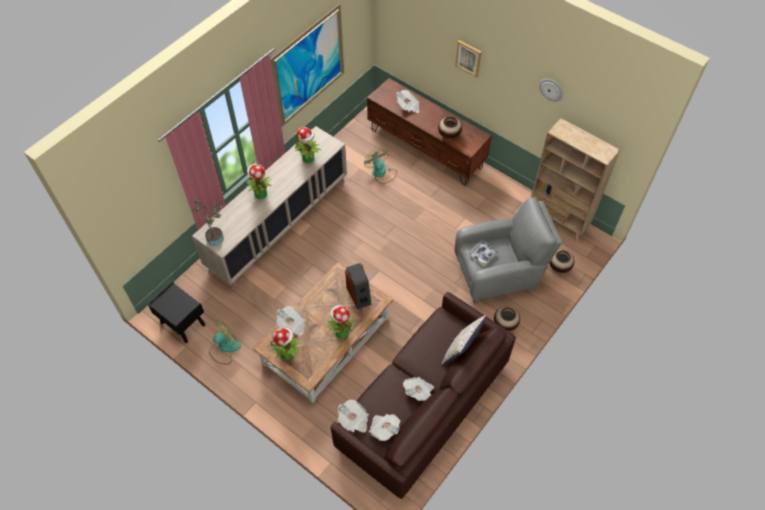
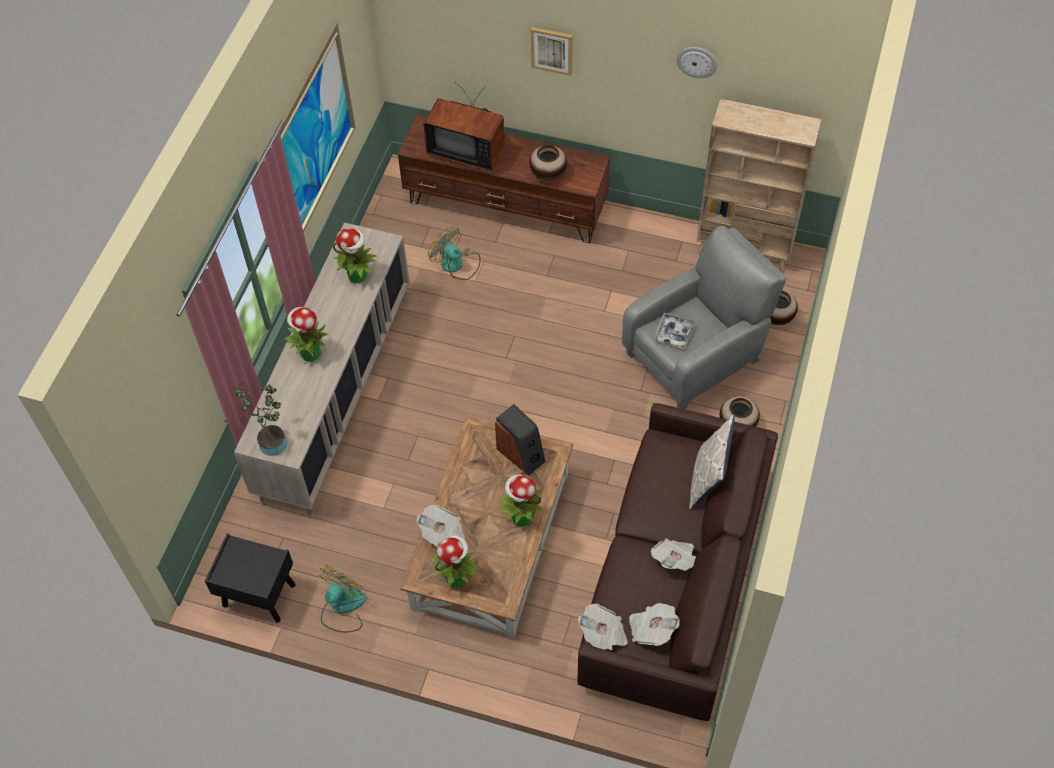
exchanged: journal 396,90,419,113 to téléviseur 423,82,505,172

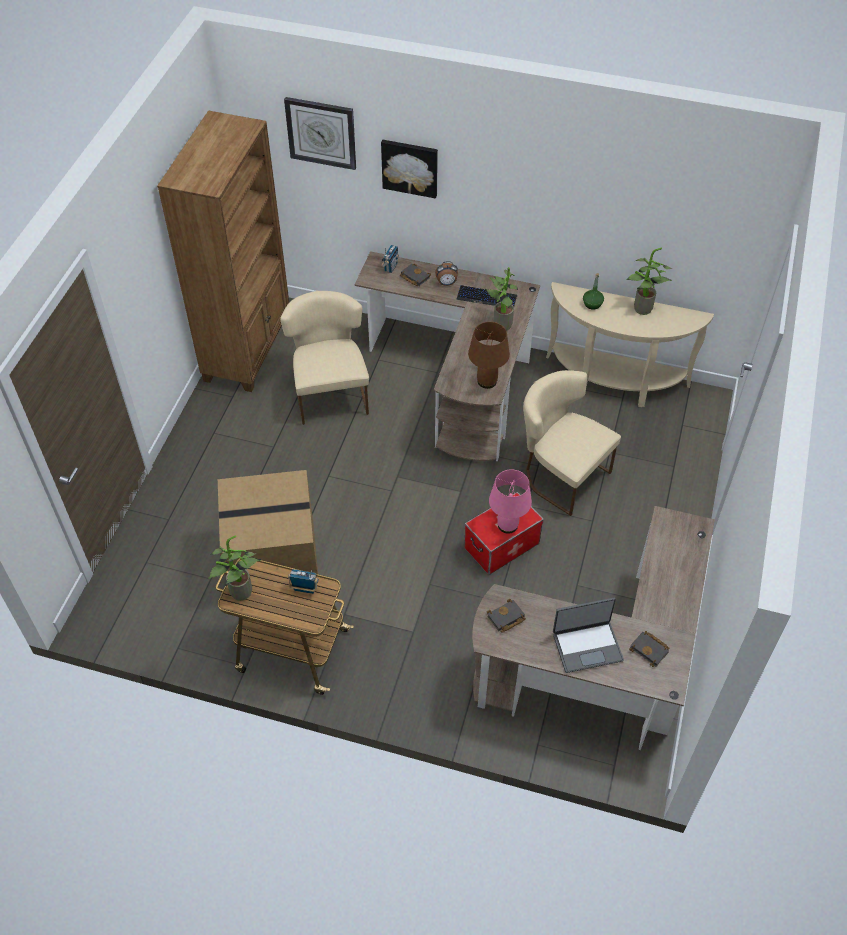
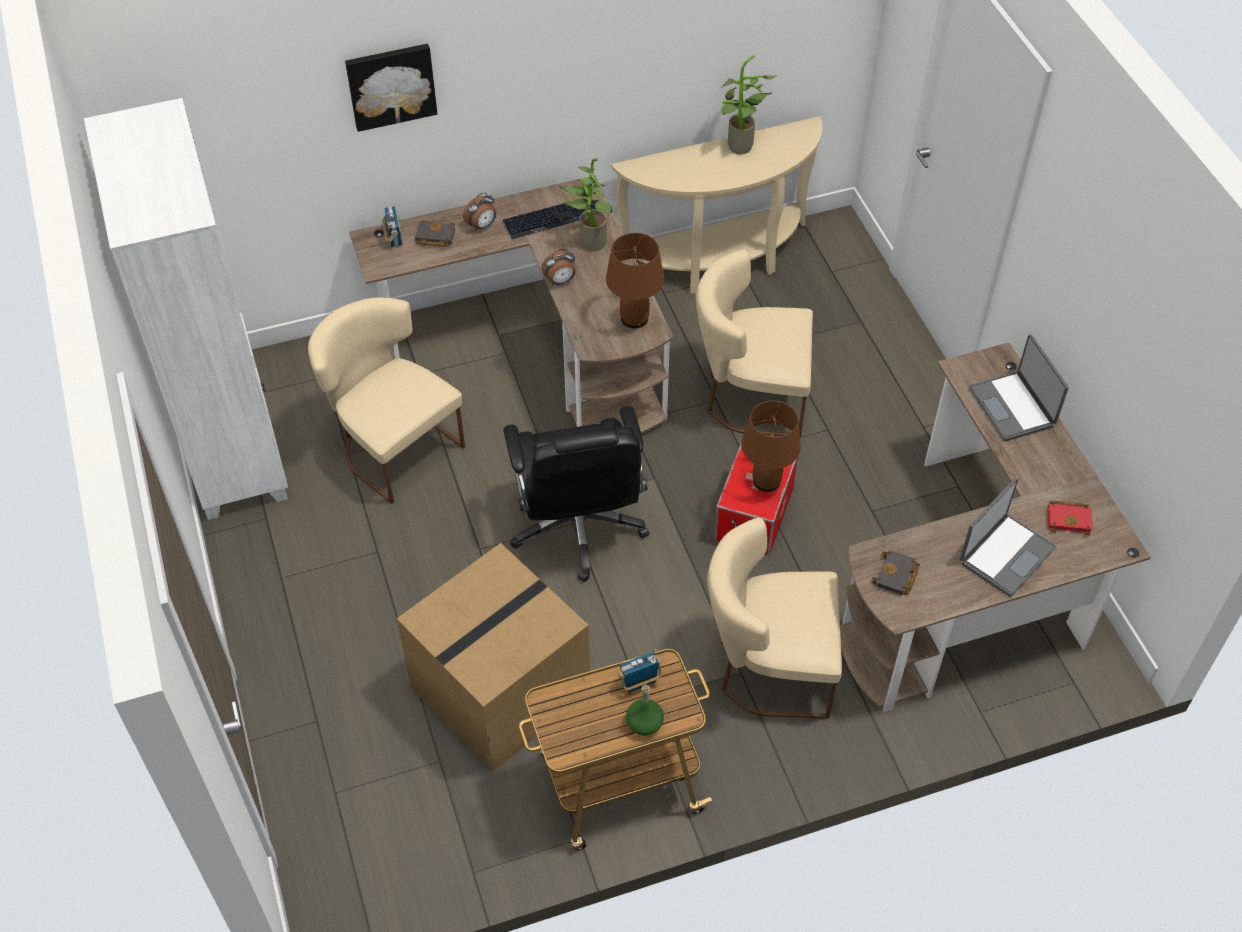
missing: horloge murale 284,97,356,170; plante en pot 209,535,261,601
appeared: réveil 541,249,576,285; ordinateur portable 969,334,1069,441; chaise de bureau [noir] 503,406,649,582; chaise [beige] 707,517,842,718
relocated: bouteille [vert] 583,273,604,310 to 626,685,664,736
colour: bibliothèque [marron] 157,110,289,392 to bibliothèque [blanc] 84,98,288,520; lampe de table [rose] 489,469,532,534 to lampe de table [marron] 741,401,801,492; livre [noir] 629,631,670,667 to livre [rouge] 1047,501,1093,536

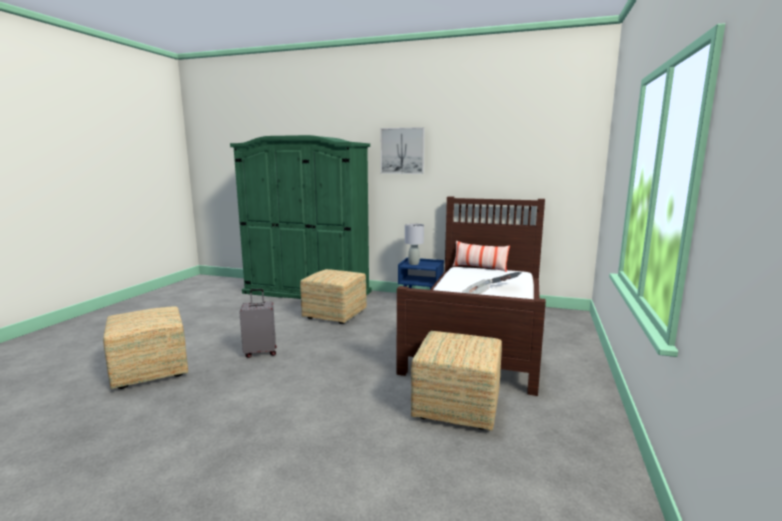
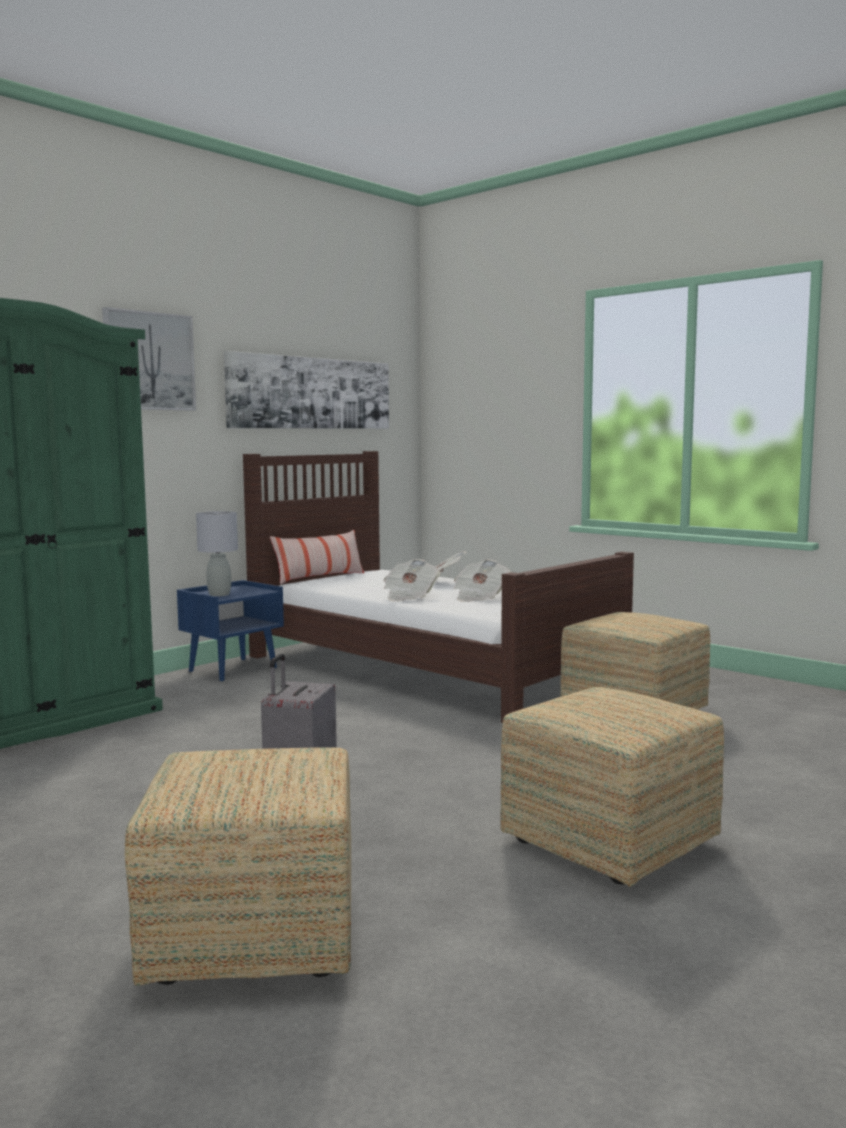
appeared: tableau 224,351,389,429; journal 384,559,440,602
relocated: pouf 300,269,366,324 to 500,687,724,887

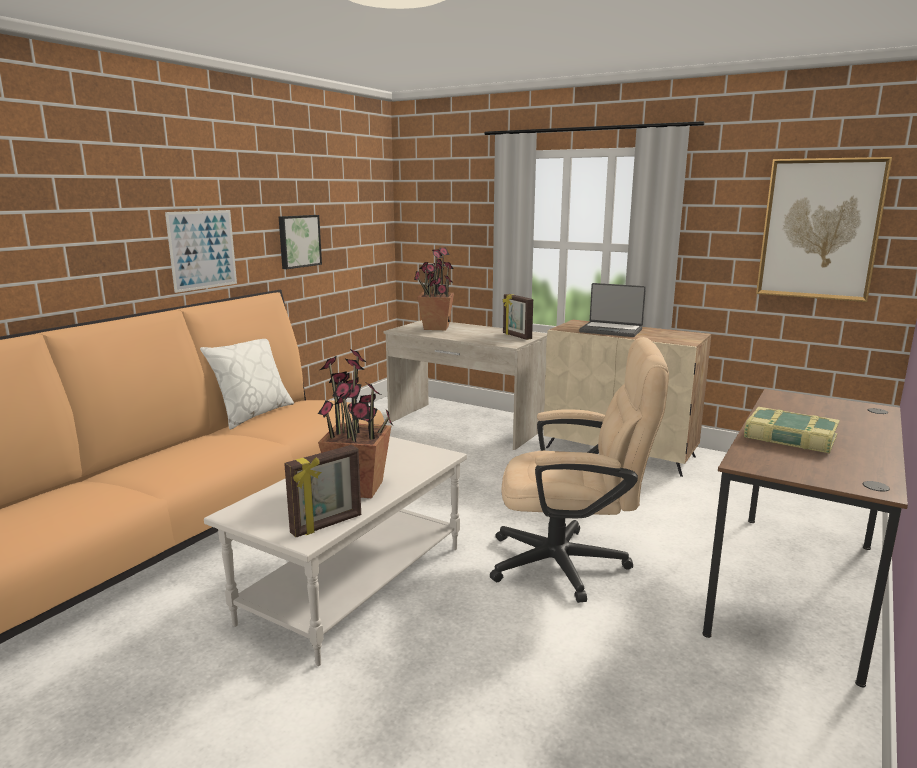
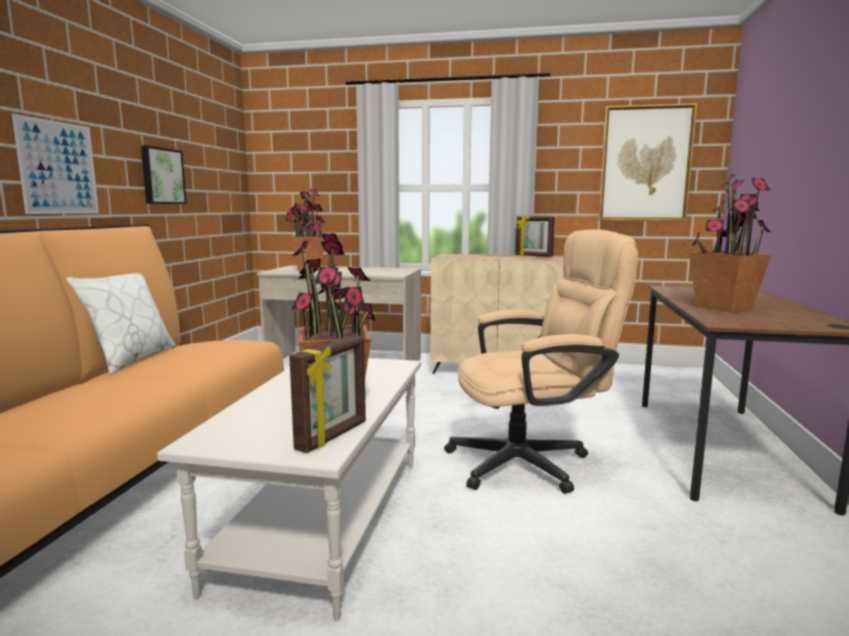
missing: ordinateur portable 579,283,646,337
relocated: cadre photo 503,294,533,340 to 516,215,555,257
exchanged: livre 744,407,840,454 to plante en pot 689,174,772,312

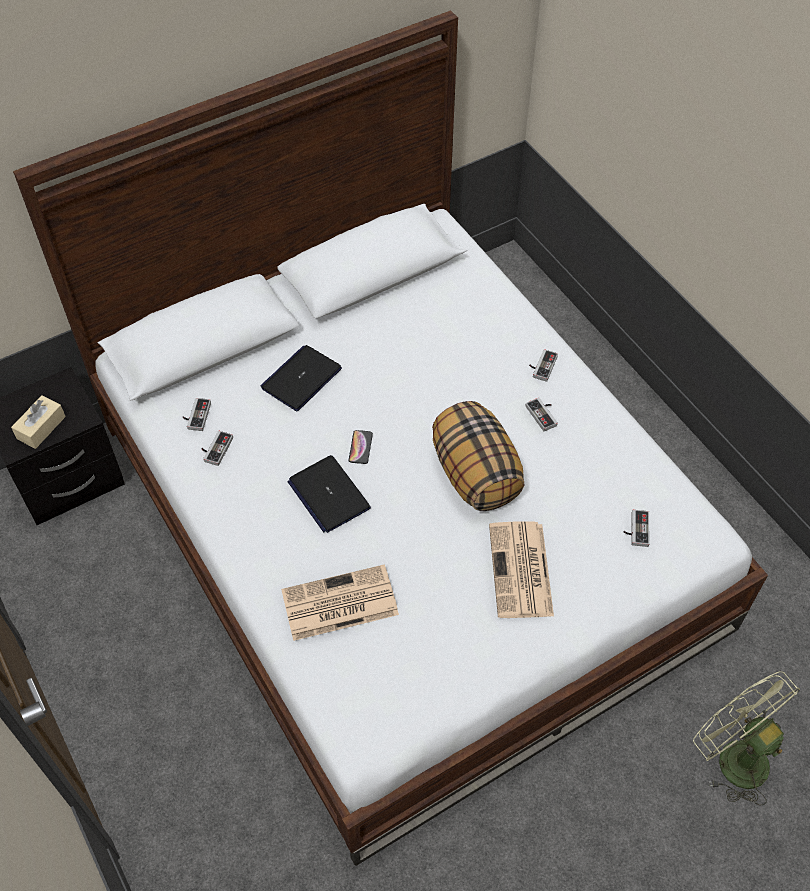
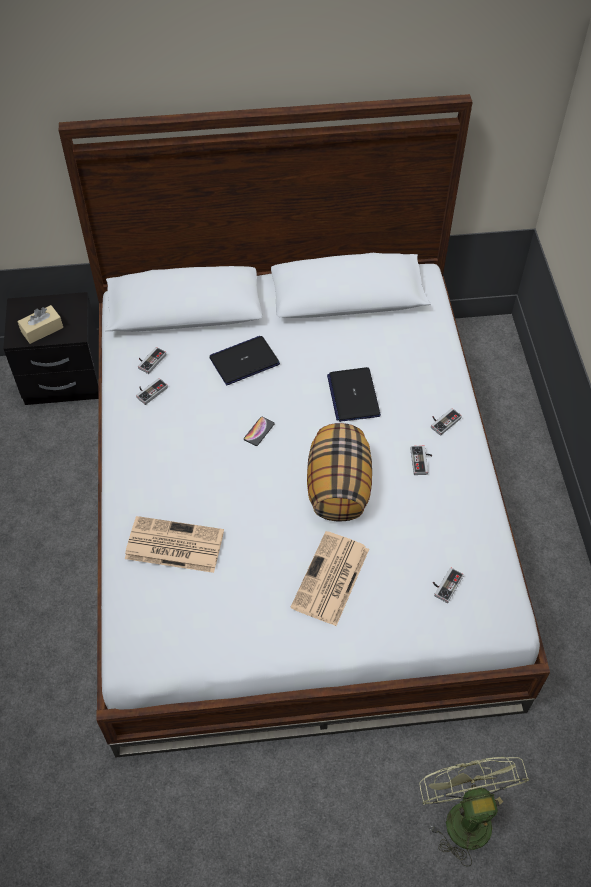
relocated: ordinateur portable 288,455,371,533 to 327,367,381,422

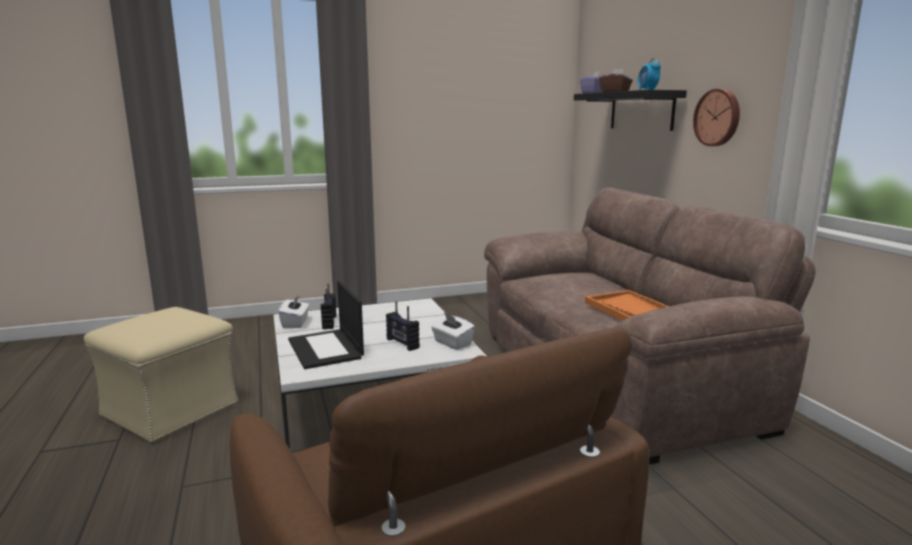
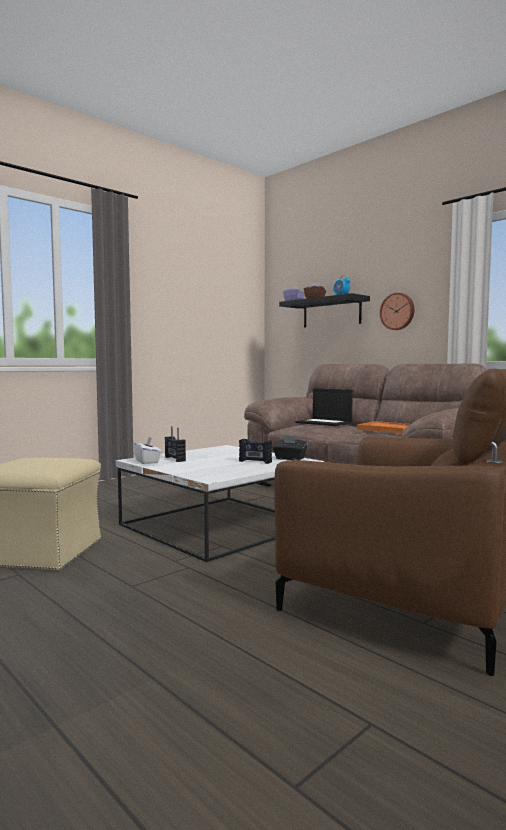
relocated: ordinateur portable 288,281,364,369 to 295,388,353,426
colour: boîte à mouchoirs [blanc] 431,313,475,350 to boîte à mouchoirs [noir] 273,435,308,460

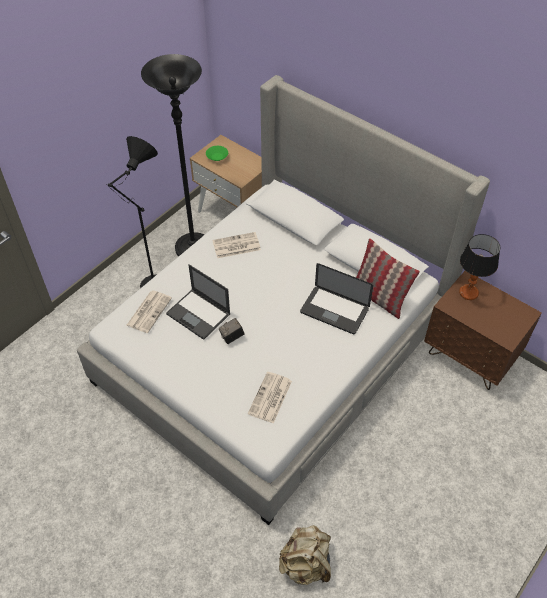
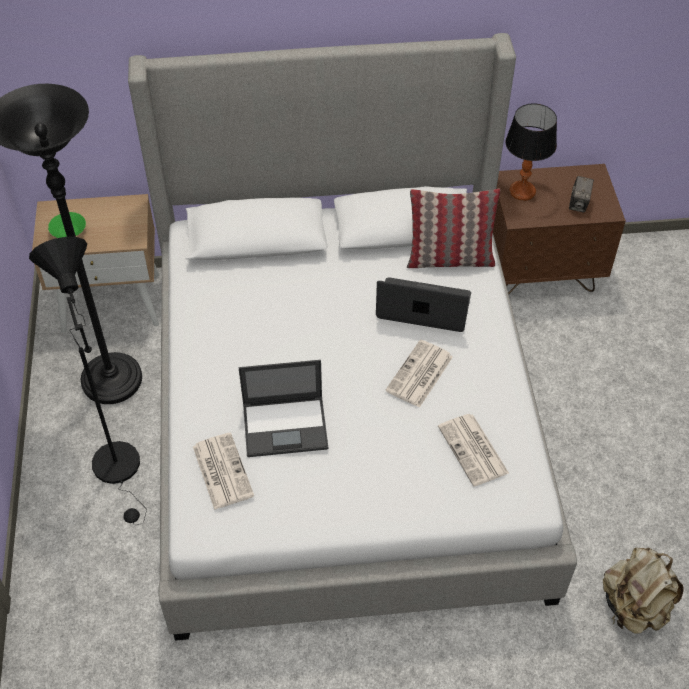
relocated: journal 212,232,261,258 to 385,340,453,408; appareil photo 219,318,245,344 to 569,176,594,213
spun: ordinateur portable 300,263,373,334 = 376,277,471,332 150 degrees counterclockwise

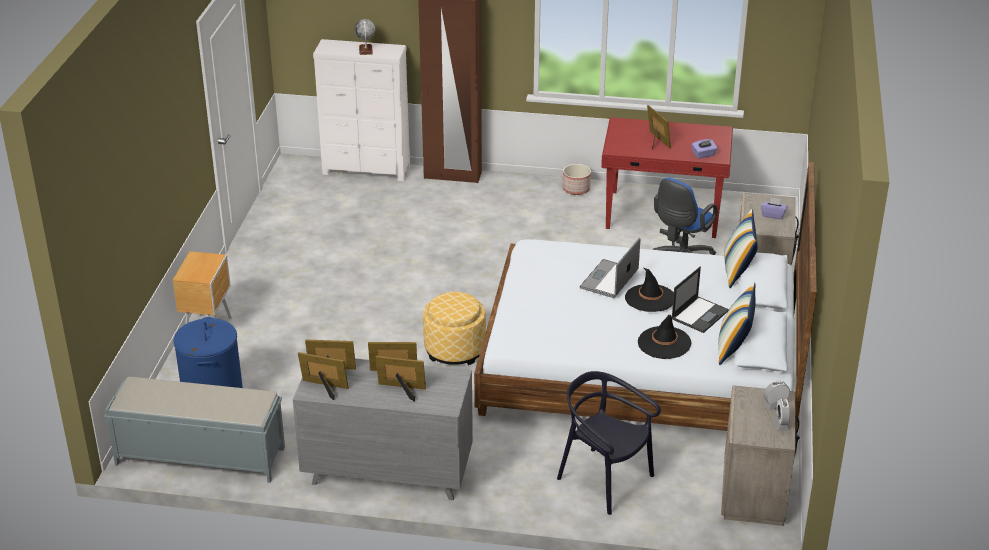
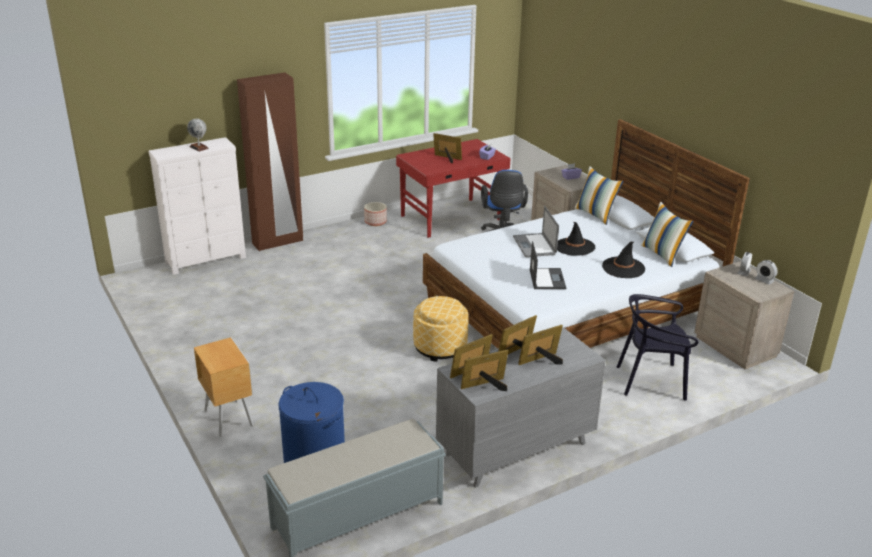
relocated: ordinateur portable 672,266,729,333 to 530,241,566,289

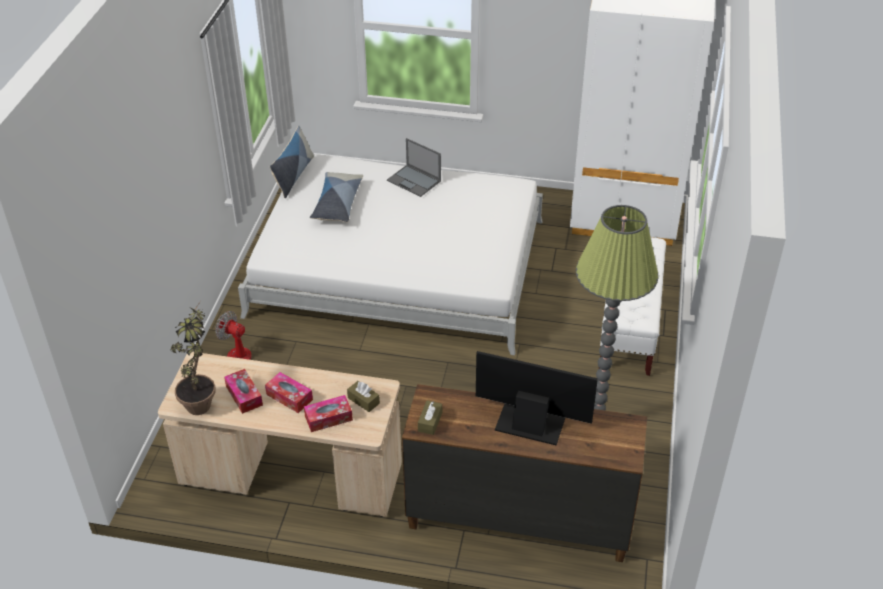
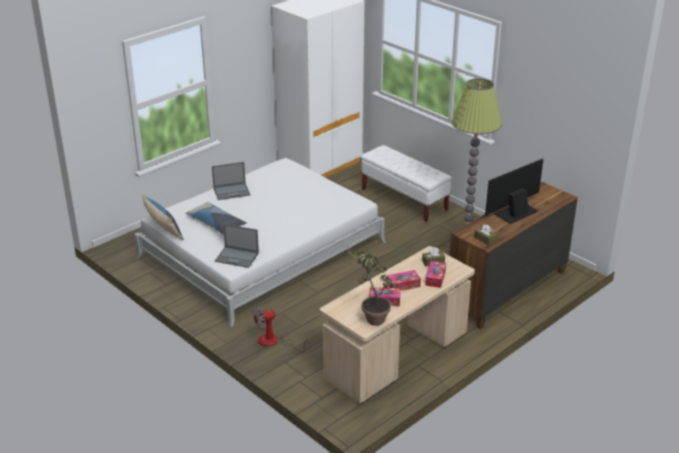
appeared: ordinateur portable 215,224,259,268

